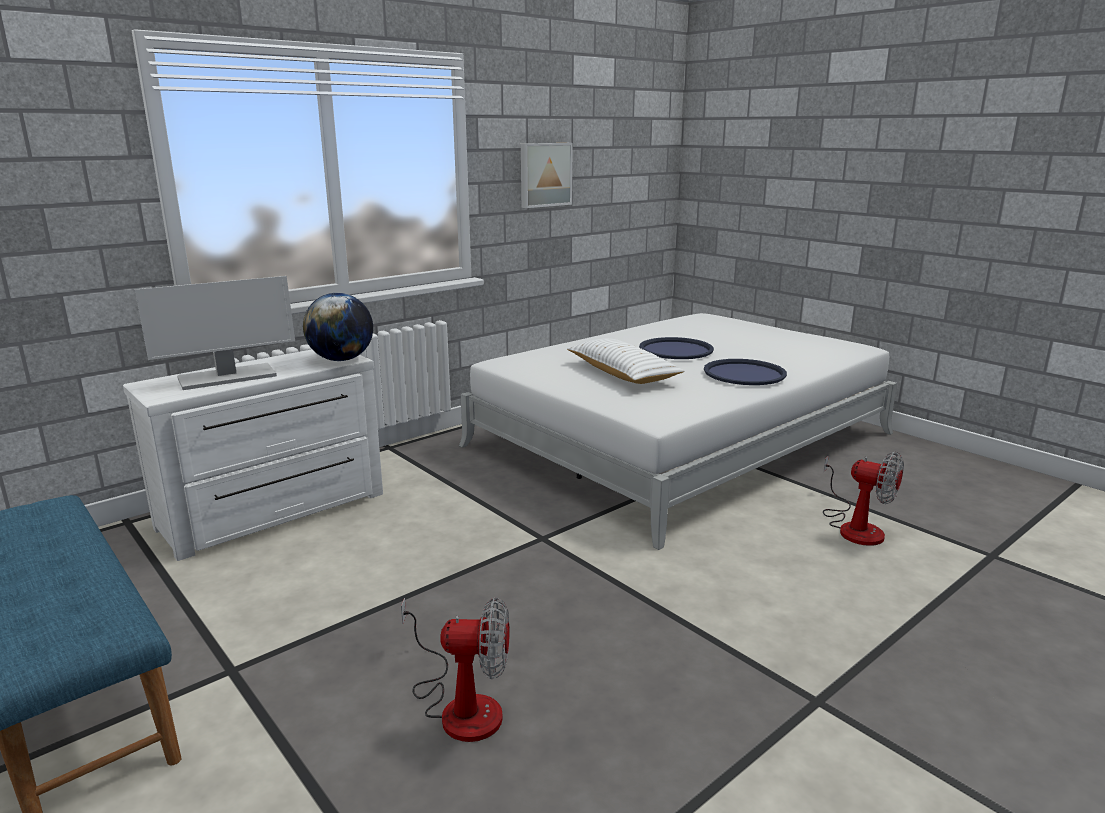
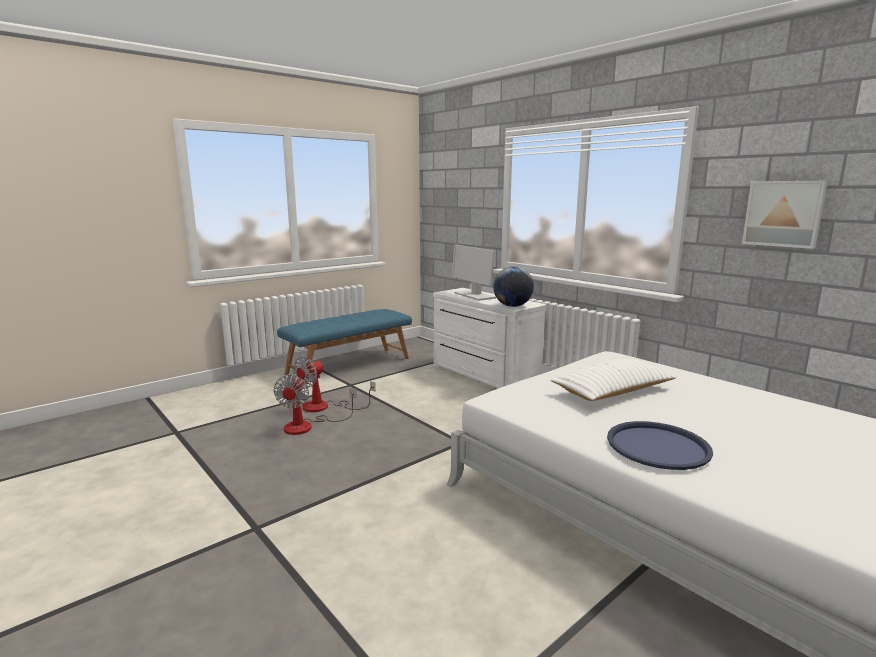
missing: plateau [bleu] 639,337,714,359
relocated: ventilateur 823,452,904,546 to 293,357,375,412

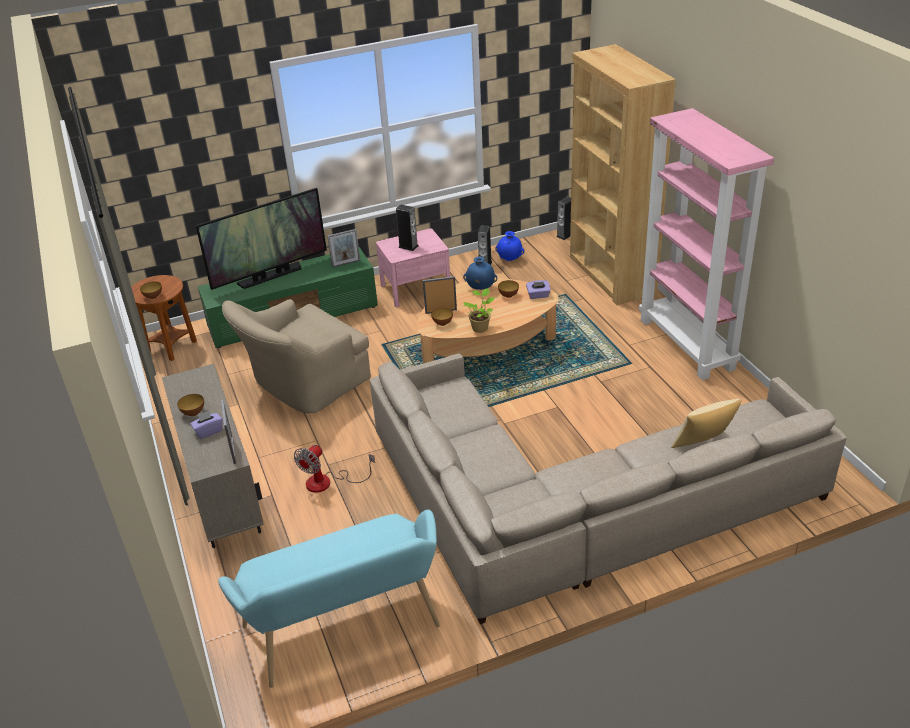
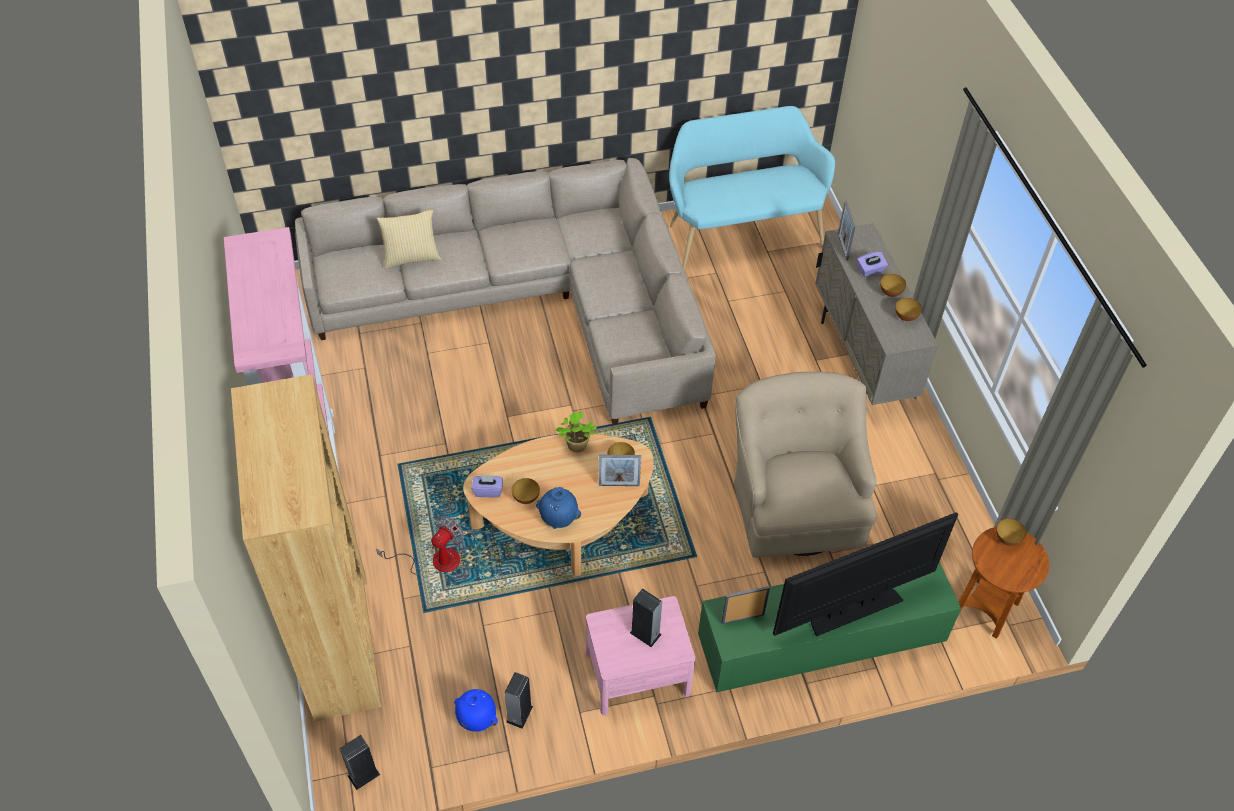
appeared: bol 895,298,922,321
relocated: ventilateur 294,445,375,493 to 376,516,464,575
spun: fauteuil [beige] 222,299,371,413 = 734,372,877,558 60 degrees counterclockwise

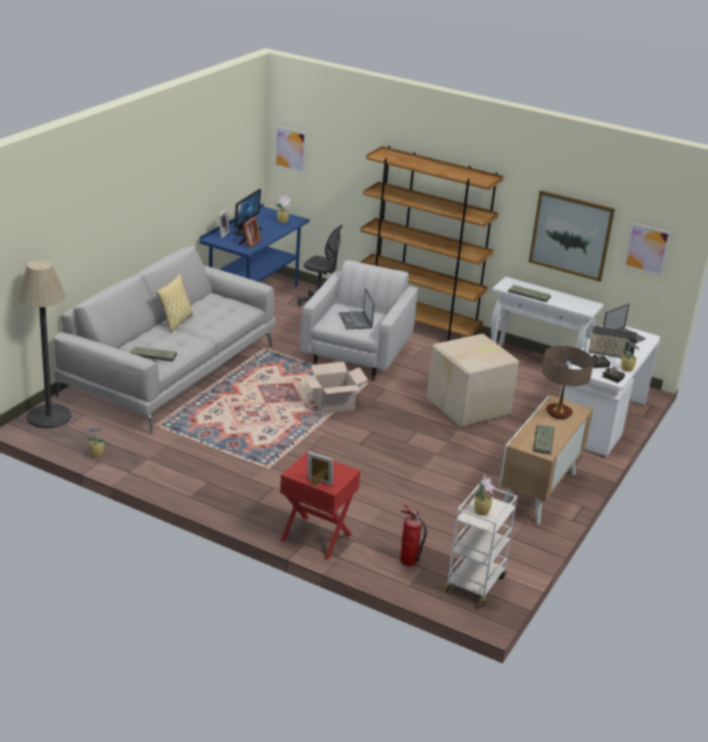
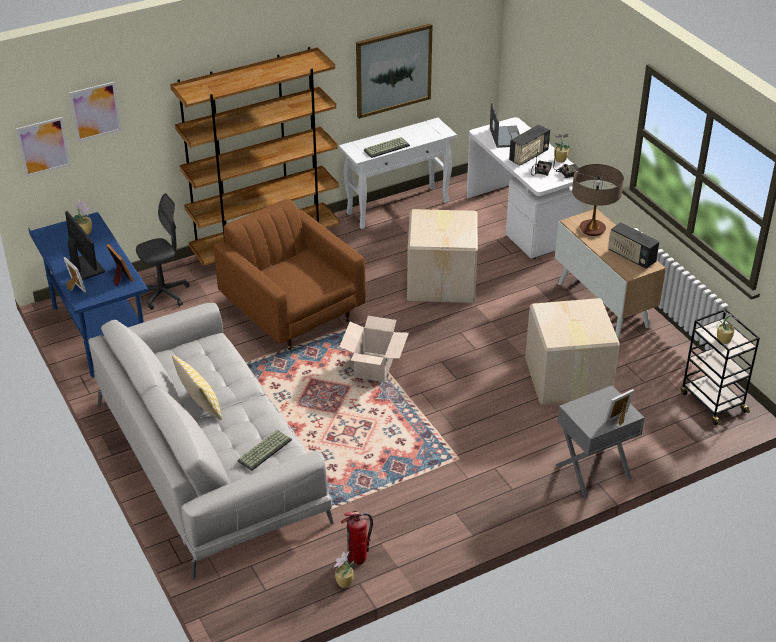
missing: lampadaire 18,260,71,428; ordinateur portable 339,288,374,329
appeared: carton 525,298,620,405
relocated: tableau 623,223,671,277 to 69,82,122,142; extincteur 400,505,427,566 to 341,510,373,565
exchanged: clavier 533,424,554,455 to radio 608,222,659,269
colour: fauteuil [blanc] 300,260,418,380 to fauteuil [marron] 214,199,366,350; table de chevet [rouge] 280,451,361,560 to table de chevet [gris] 556,385,645,498; chariot [blanc] 442,483,517,607 to chariot [noir] 681,309,760,425

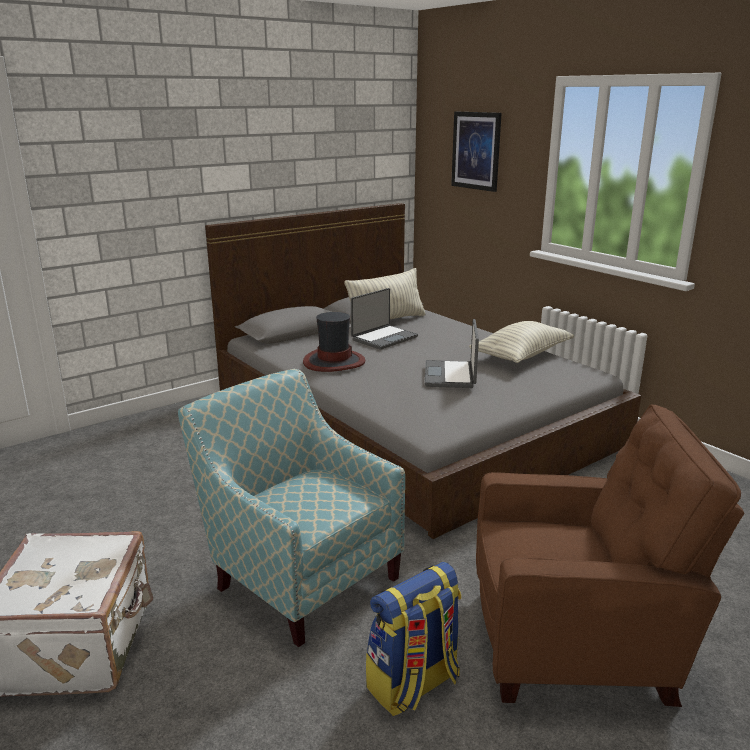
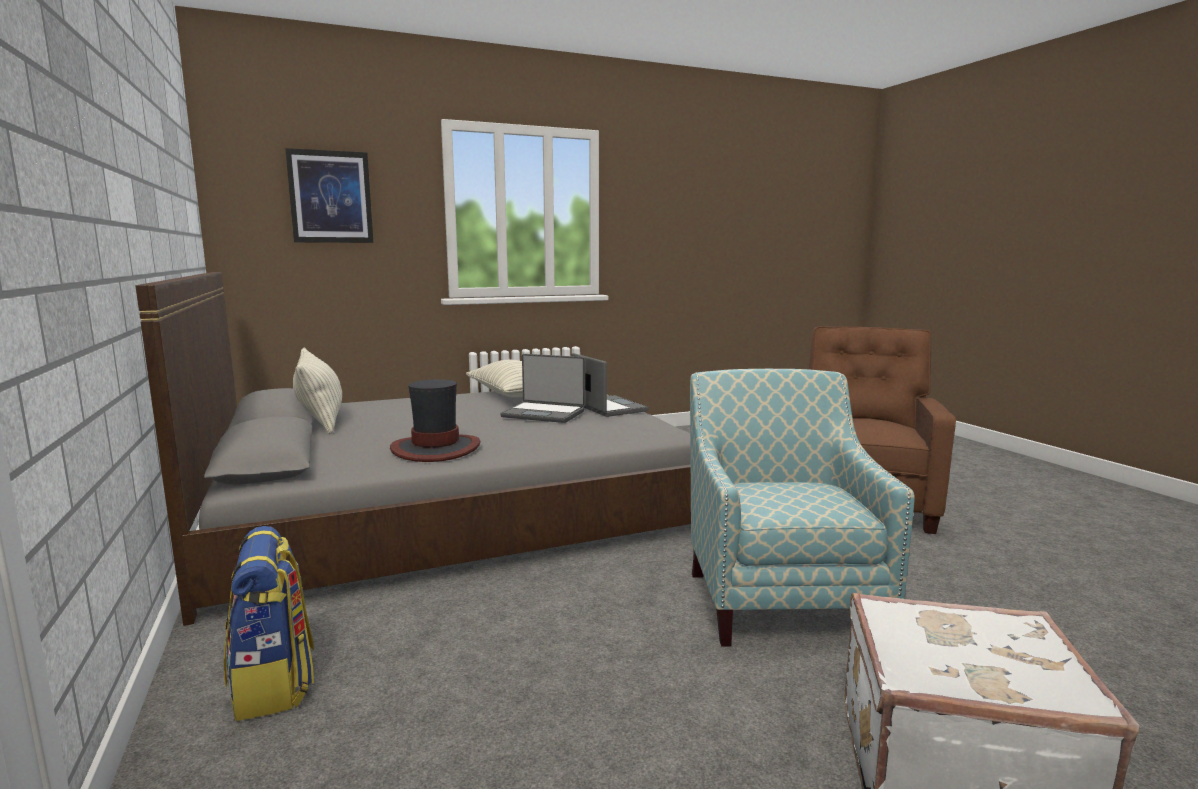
relocated: ordinateur portable 351,288,418,350 to 571,353,649,417; sac à dos 366,562,461,716 to 224,526,314,721
spun: fauteuil 178,368,405,647 = 690,369,915,647 120 degrees clockwise

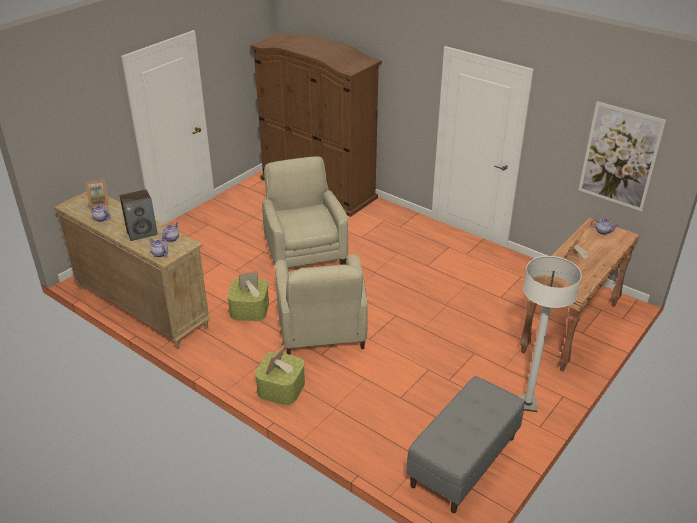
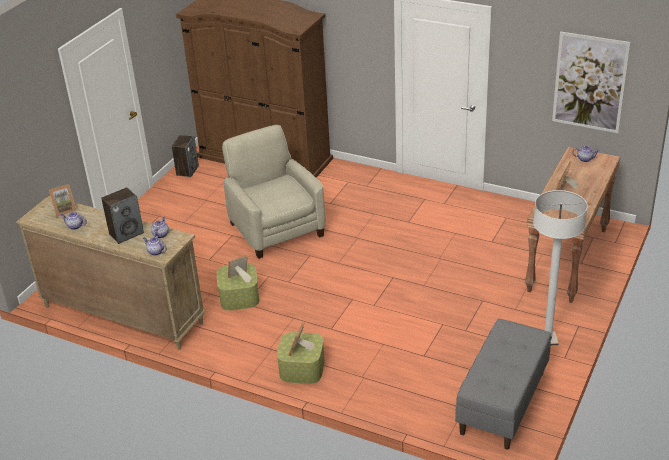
missing: fauteuil [beige] 275,254,368,355
appeared: enceinte 172,135,199,177

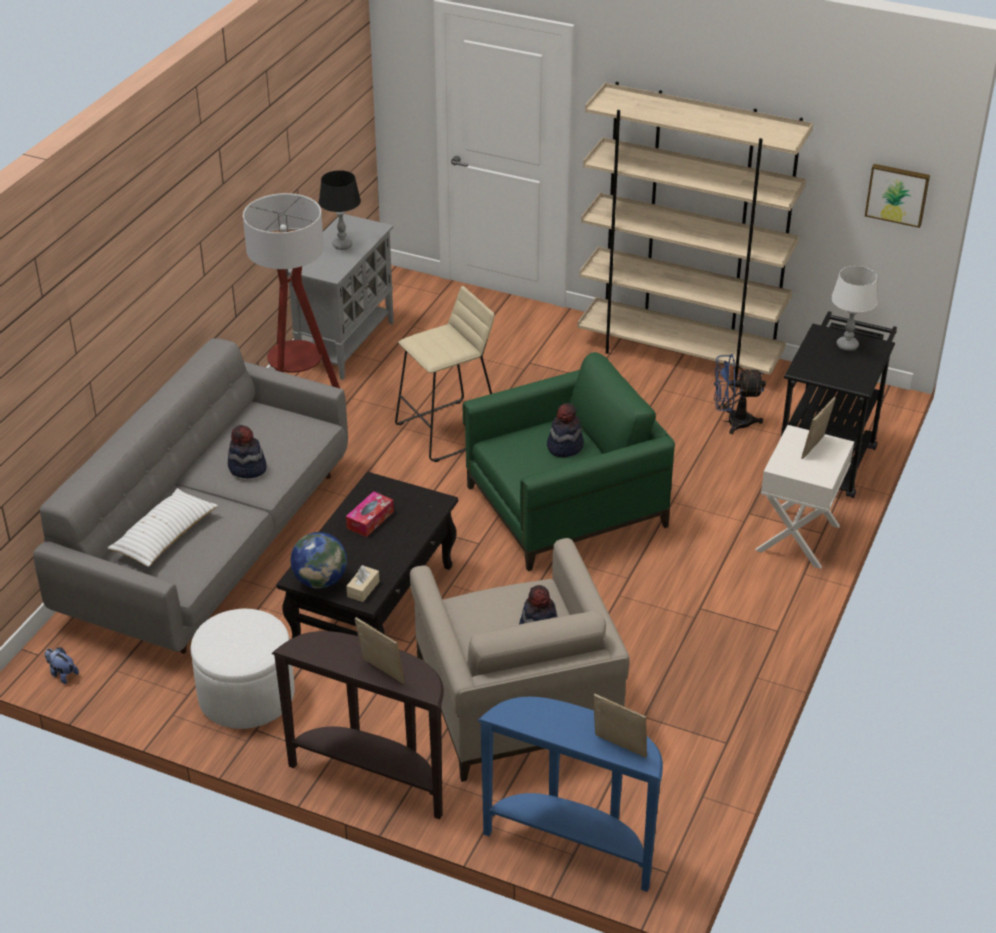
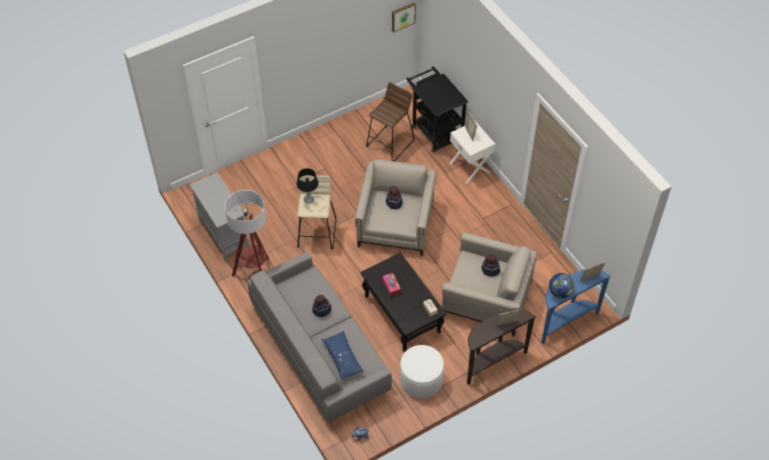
missing: bibliothèque [beige] 578,82,813,380; lampe de table [blanc] 831,266,878,351
relocated: lampe de table [noir] 319,170,361,250 to 297,168,319,204; globe 290,532,347,588 to 549,273,575,298
exchanged: ventilateur [bleu] 714,354,766,434 to tabouret [marron] 366,82,415,161
colour: fauteuil [vert] 463,352,675,571 to fauteuil [beige] 355,159,436,256; coussin [blanc] 107,488,218,567 to coussin [bleu] 321,331,364,381

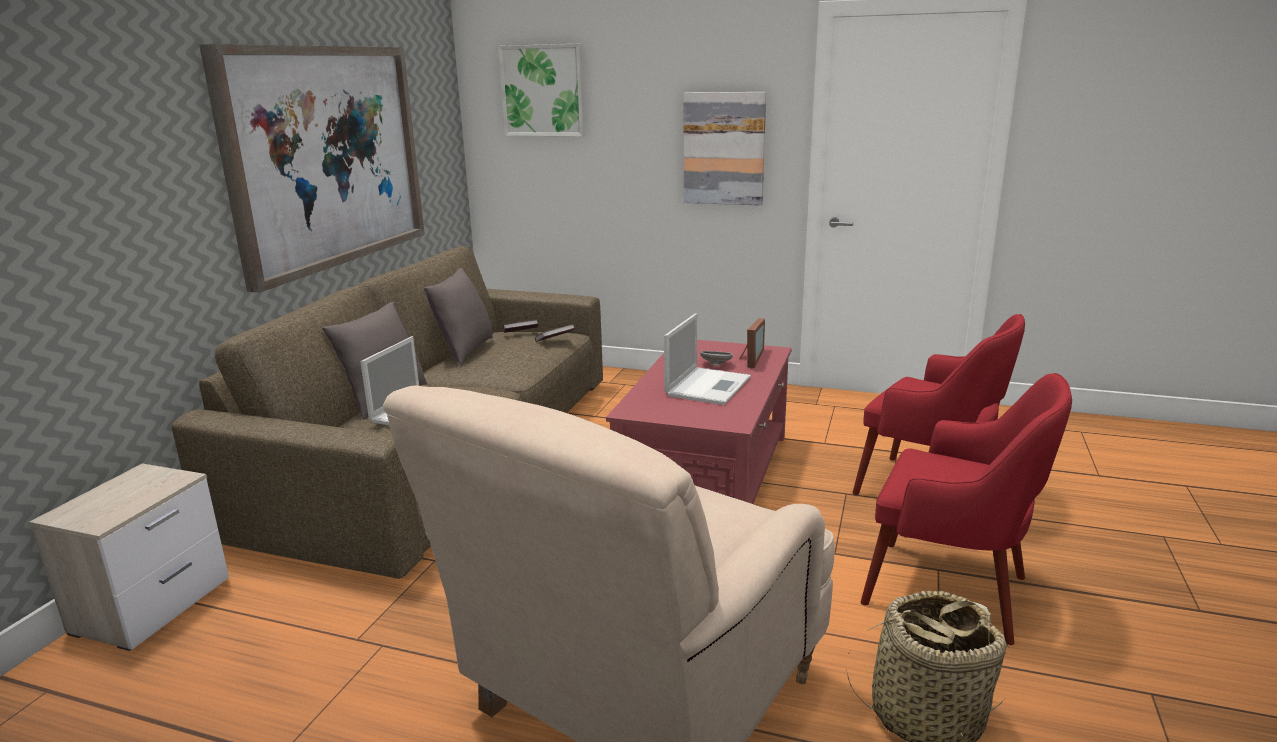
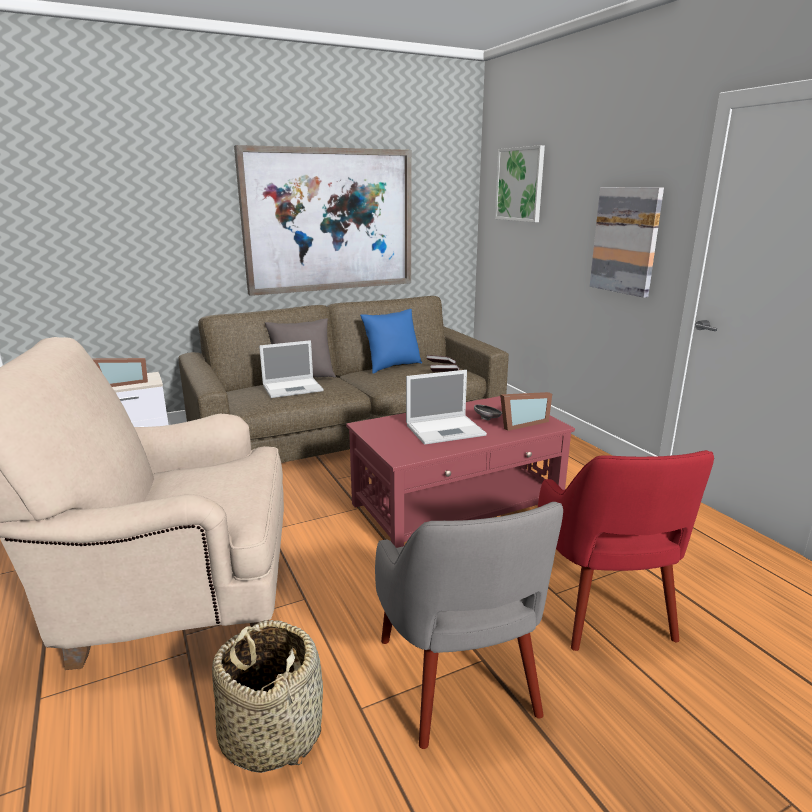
appeared: cadre photo 92,358,148,387
colour: coussin [gris] 424,268,493,366 to coussin [bleu] 360,309,422,374; fauteuil [rouge] 861,373,1072,645 to fauteuil [gris] 375,502,563,749

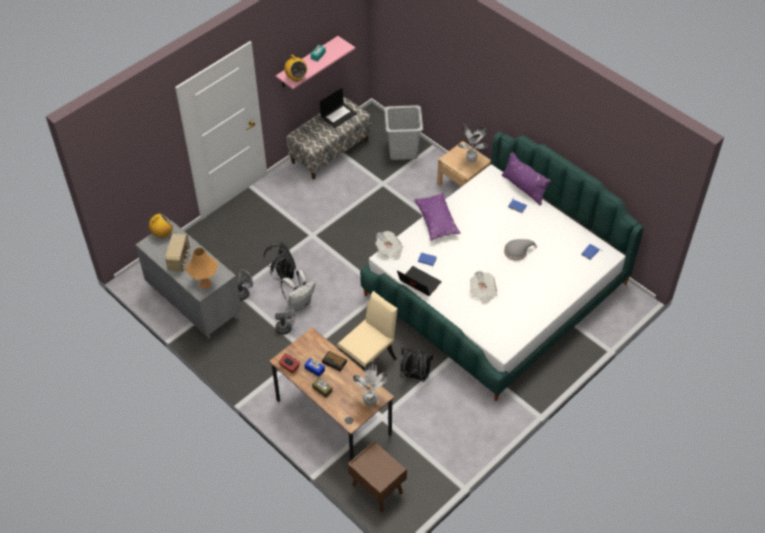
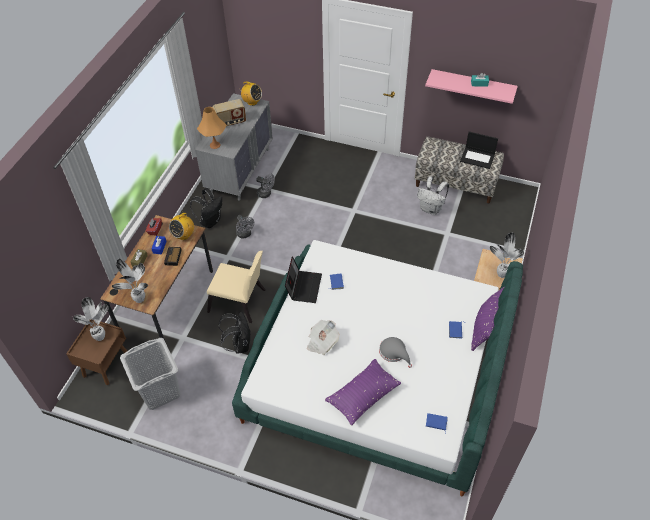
missing: journal 376,231,404,260
appeared: plante en pot 73,297,109,341
relocated: radio 284,55,307,82 to 169,212,194,240; panier à linge [gris] 384,105,423,160 to 120,338,180,410; coussin [violet] 414,193,460,241 to 325,359,401,426; sac à dos [noir] 263,242,296,280 to 190,188,222,228; sac à dos [blanc] 281,270,315,311 to 417,176,449,215

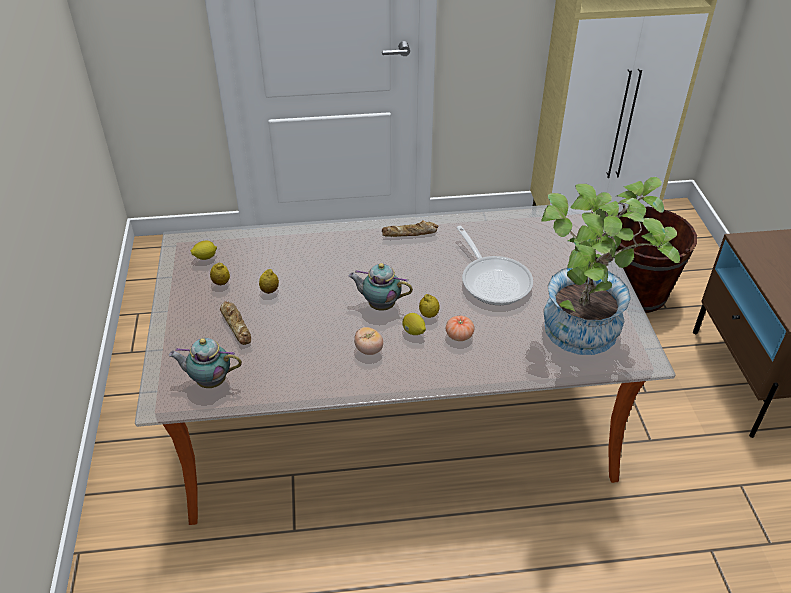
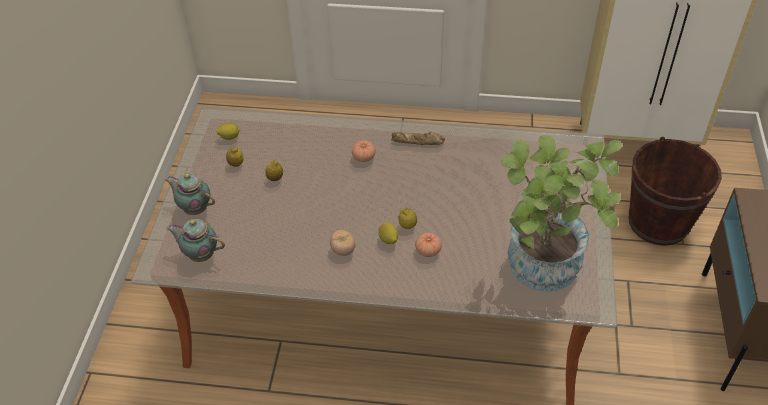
missing: poêle 456,226,533,305; pain 220,301,251,345
appeared: tomate 352,141,376,162
relocated: théière 348,263,413,311 to 165,173,215,215

